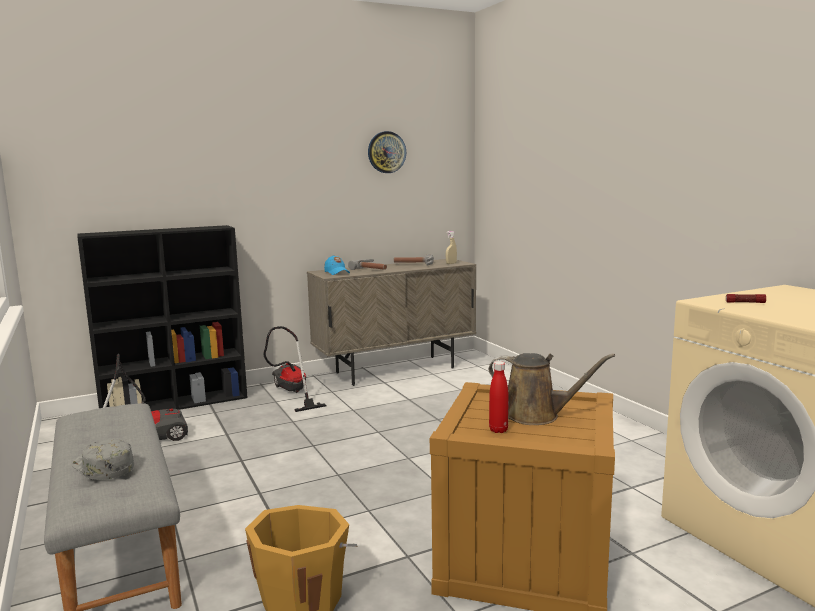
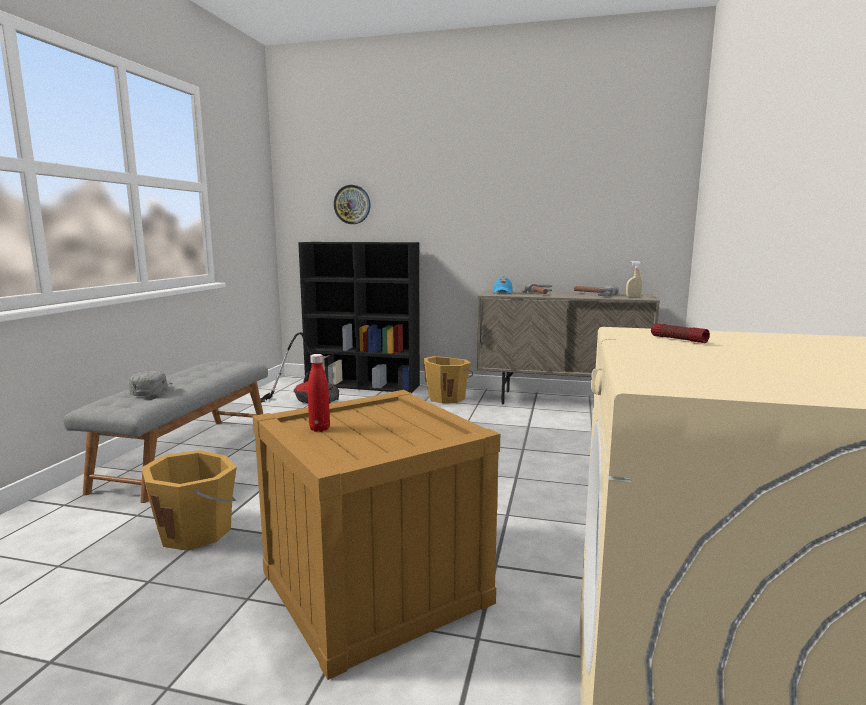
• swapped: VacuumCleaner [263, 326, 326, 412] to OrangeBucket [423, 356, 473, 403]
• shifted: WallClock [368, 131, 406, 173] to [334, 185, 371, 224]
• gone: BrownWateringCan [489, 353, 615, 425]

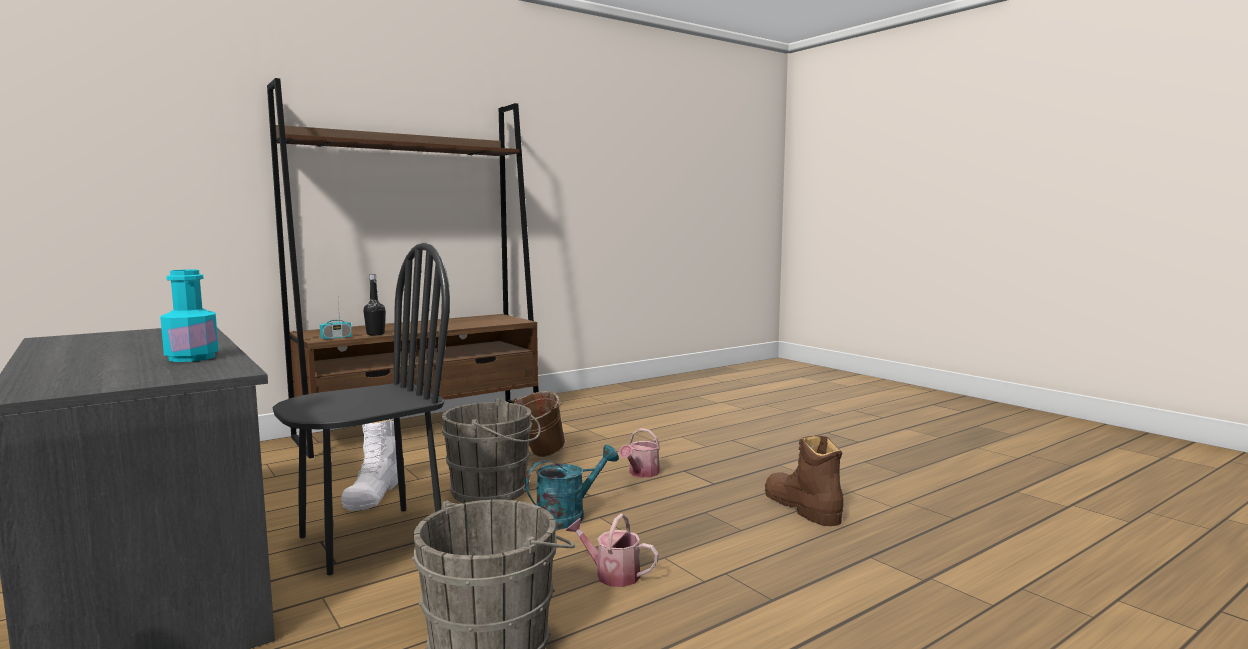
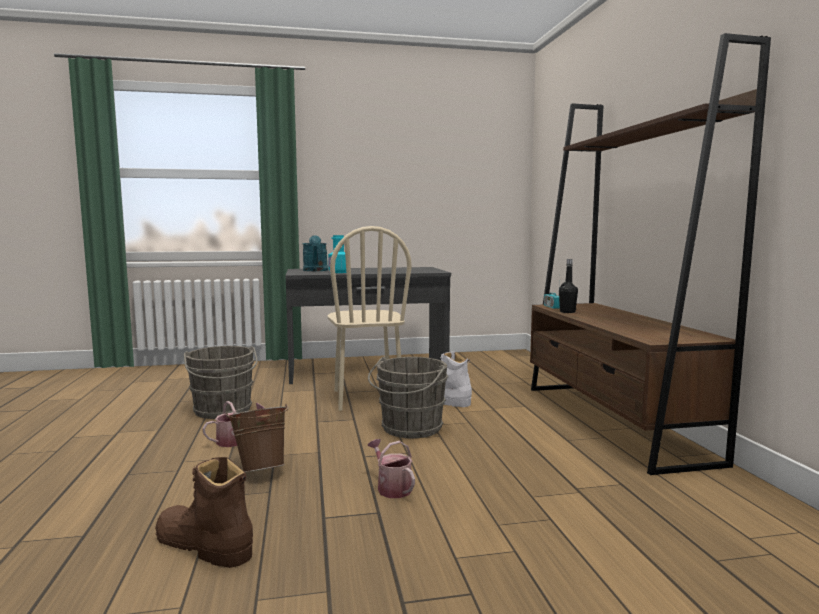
• repainted: BlackChair [272, 243, 450, 575] to BeigeChair [328, 226, 412, 411]
• shifted: BrownBucket [513, 391, 565, 457] to [226, 404, 289, 473]
• shifted: TurquoiseWateringCan [525, 445, 619, 529] to [302, 235, 328, 271]
• rotated: BrownBoot [765, 435, 844, 526] = [155, 457, 253, 568] 150 degrees counterclockwise

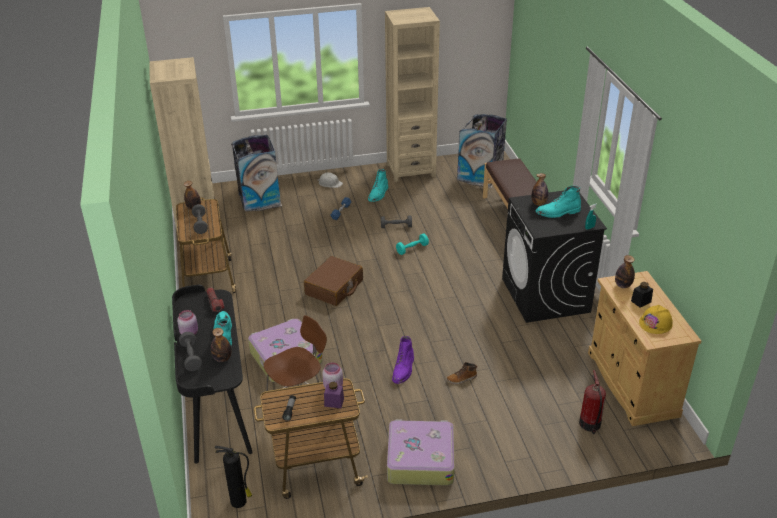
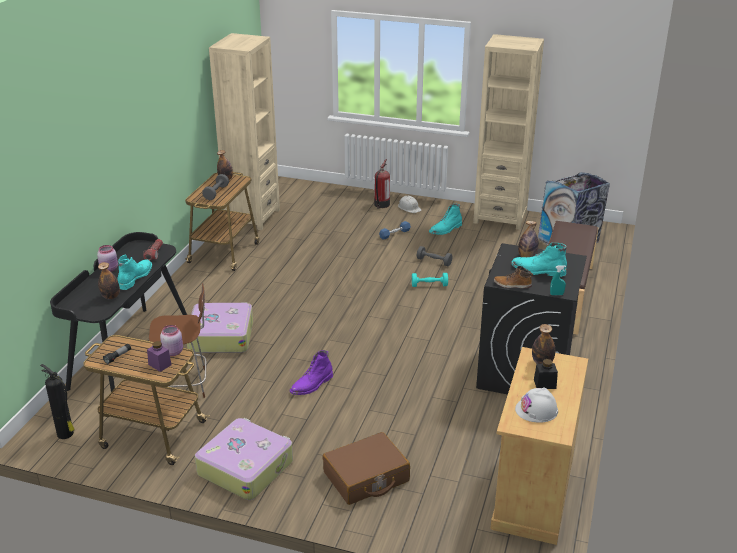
• gone: GreyDumbbell [179, 332, 202, 371]
• gone: TrashCan [231, 135, 282, 212]
• shifted: BrownSuitcase [304, 256, 363, 306] to [323, 432, 410, 505]
• shifted: Boot [447, 362, 477, 384] to [494, 266, 533, 288]
• shifted: FireExtinguisher [579, 370, 606, 434] to [374, 159, 390, 209]
• repainted: YellowHardHat [639, 305, 673, 334] to WhiteHardHat [515, 388, 558, 423]

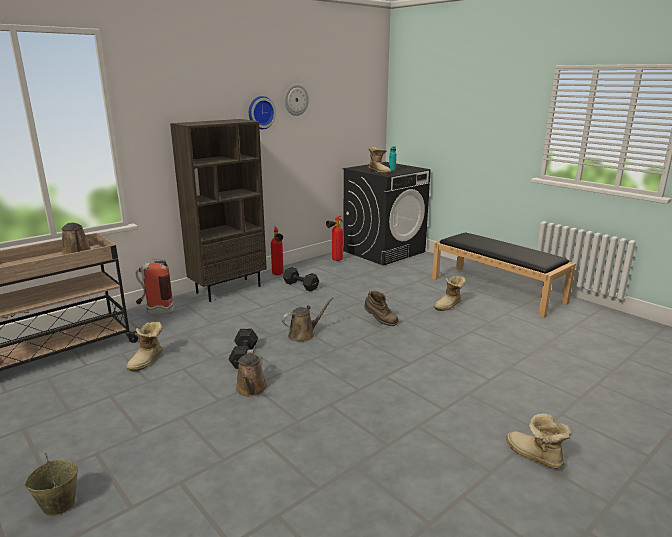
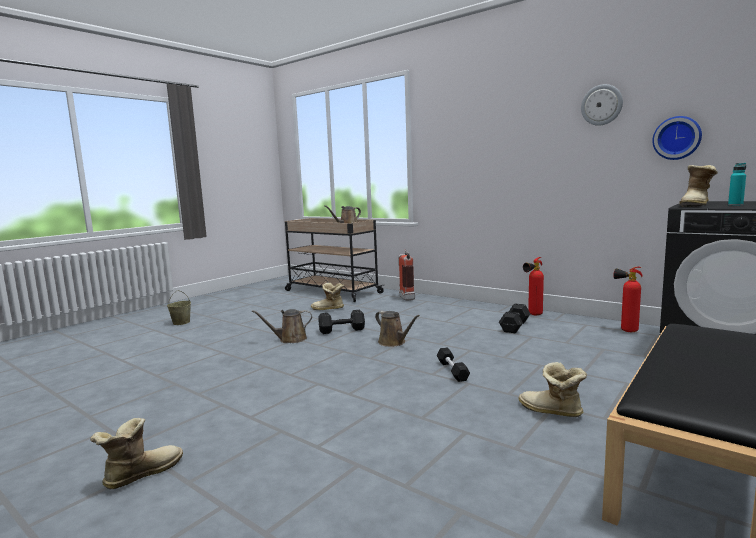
• gone: BrownBookcase [170, 119, 267, 302]
• shifted: WallClock [249, 96, 276, 129] to [652, 116, 702, 160]
• swapped: BrownBoot [364, 291, 399, 326] to BlackDumbbell [437, 348, 470, 382]

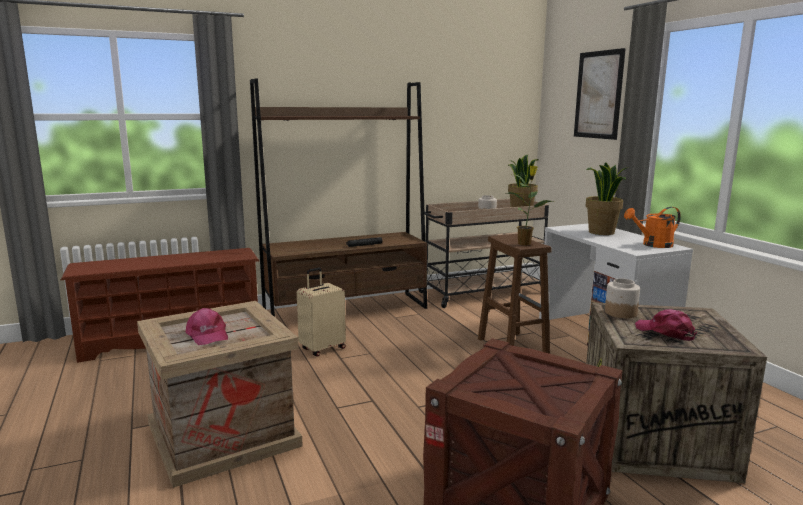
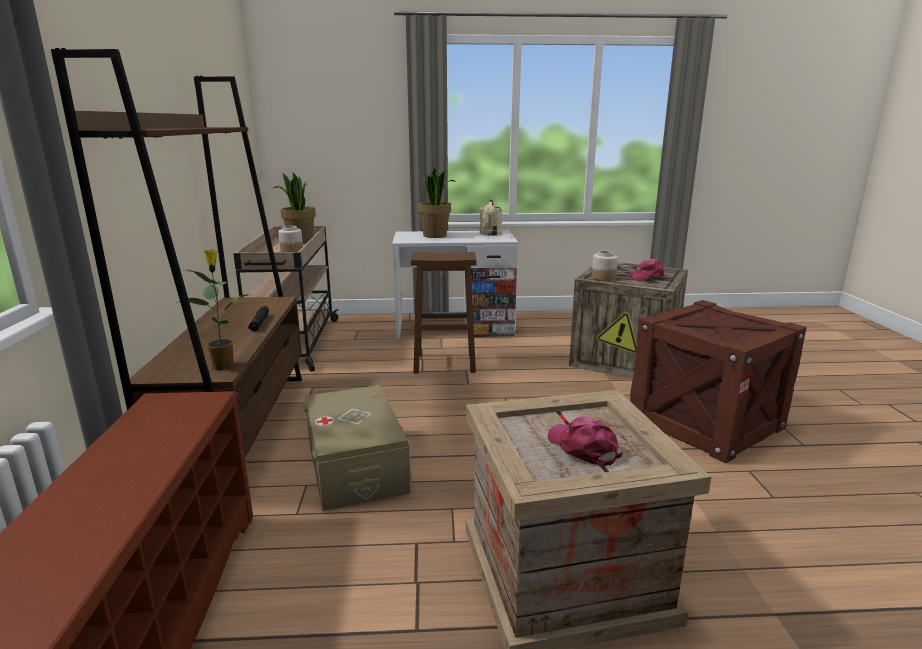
• rotated: PinkCap [185, 308, 228, 345] = [547, 417, 623, 466] 105 degrees counterclockwise
• swapped: BeigeSuitcase [297, 268, 346, 356] to BeigeStorageBox [303, 385, 411, 511]
• shifted: PottedPlant [506, 165, 553, 245] to [176, 250, 252, 370]
• gone: Picture [574, 48, 626, 140]
• repainted: OrangeWateringCan [624, 207, 681, 248] to BeigeWateringCan [480, 200, 502, 236]

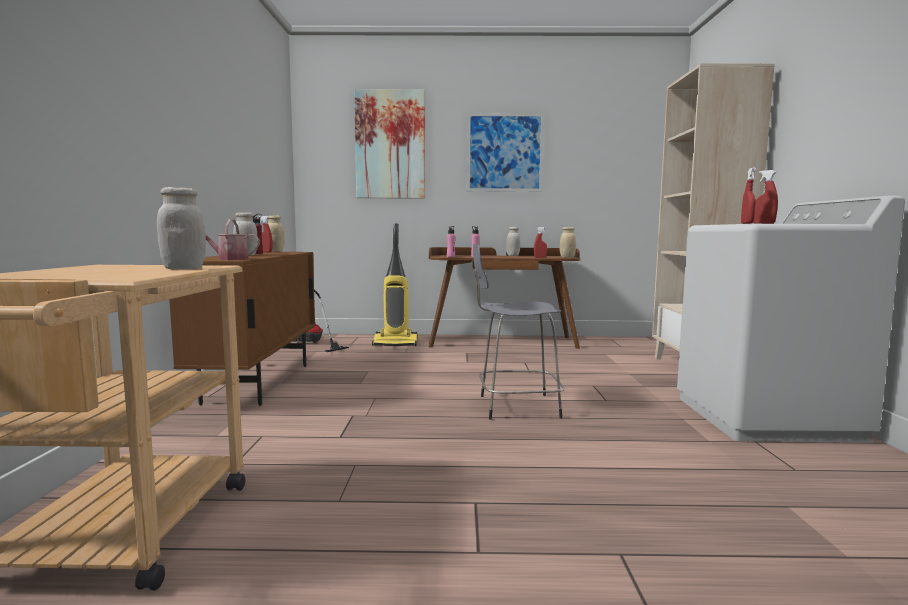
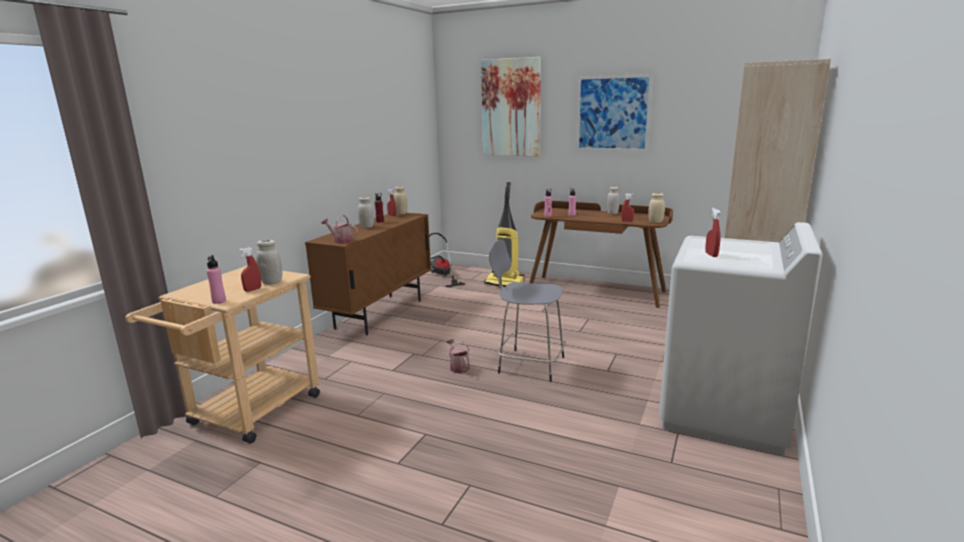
• shifted: RedSprayBottle [741, 167, 756, 224] to [239, 247, 261, 292]
• new: PinkBottle [206, 255, 226, 304]
• new: WateringCan [446, 339, 470, 373]

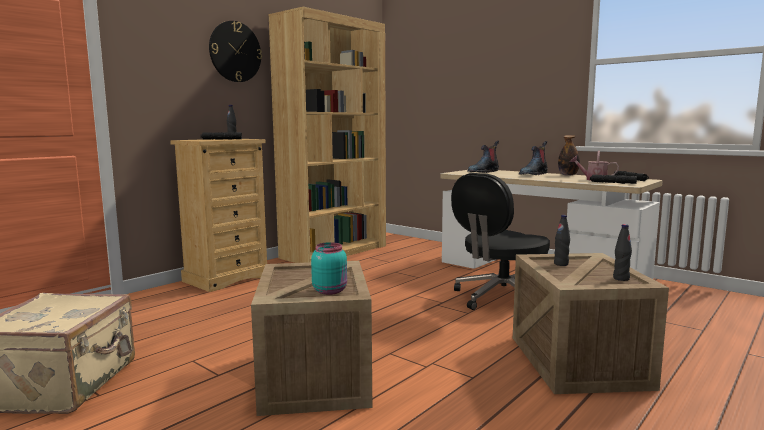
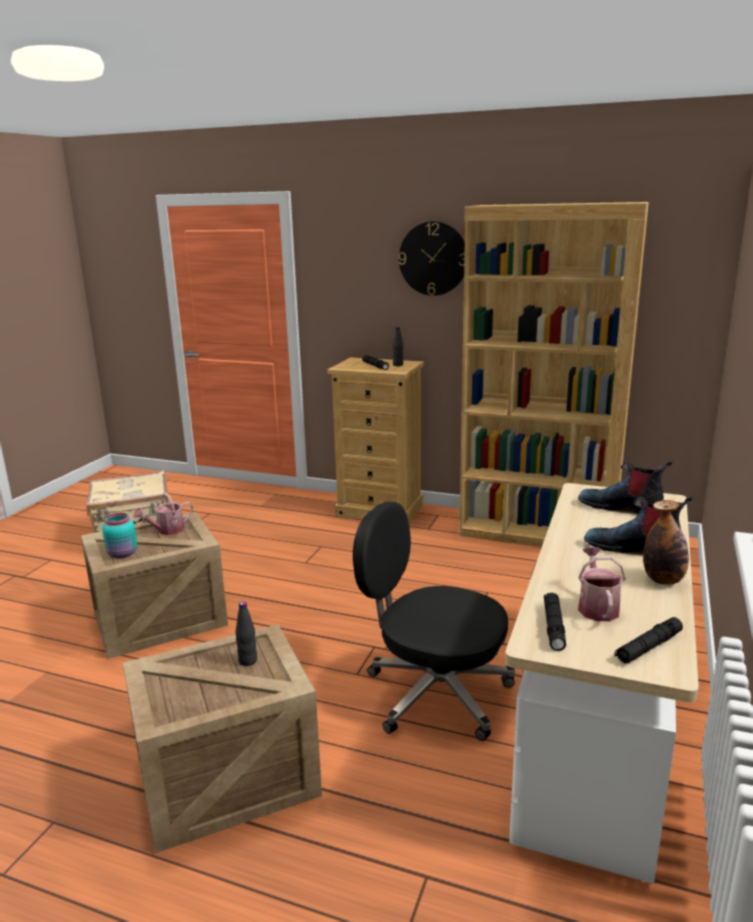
• gone: BlackBottle [613, 224, 632, 281]
• new: WateringCan [133, 493, 193, 535]

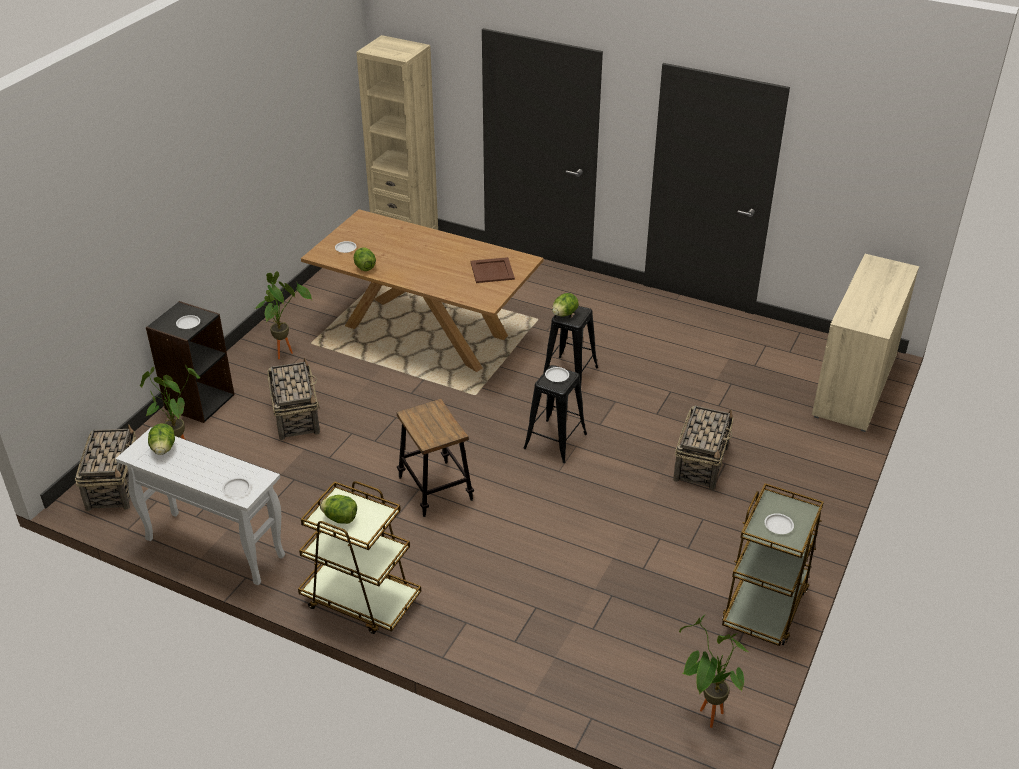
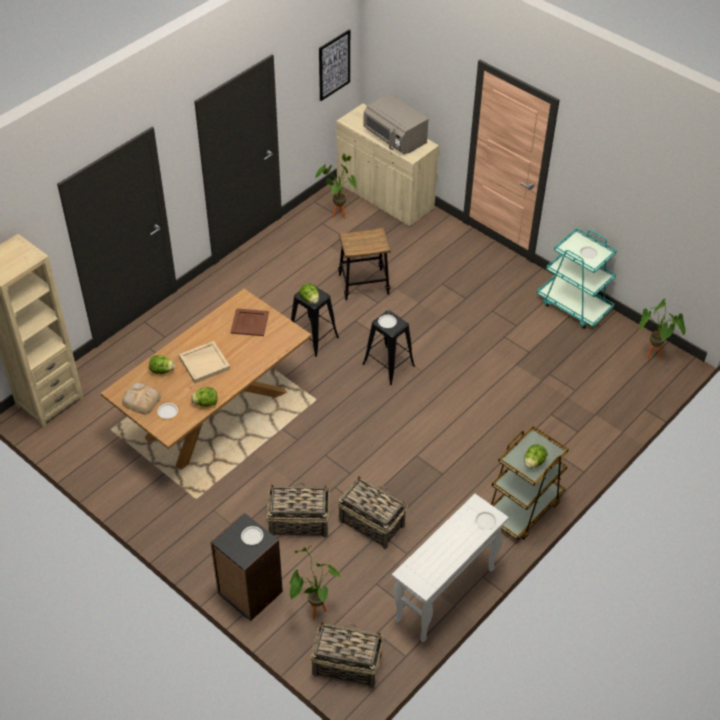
• shifted: Lettuce [148, 423, 175, 455] to [149, 355, 175, 374]
• shifted: PottedPlant [255, 271, 312, 359] to [315, 154, 357, 219]
• shifted: Stool [397, 399, 474, 517] to [338, 228, 391, 301]
• shifted: Basket [673, 406, 733, 490] to [338, 476, 407, 549]
• repainted: BrownCart [722, 483, 824, 646] to TurquoiseCart [537, 228, 617, 329]
• new: Bread [122, 383, 161, 414]
• new: BeigeTray [179, 341, 230, 383]
• new: Picture [319, 30, 350, 101]
• new: GreyMicrowave [363, 93, 428, 155]

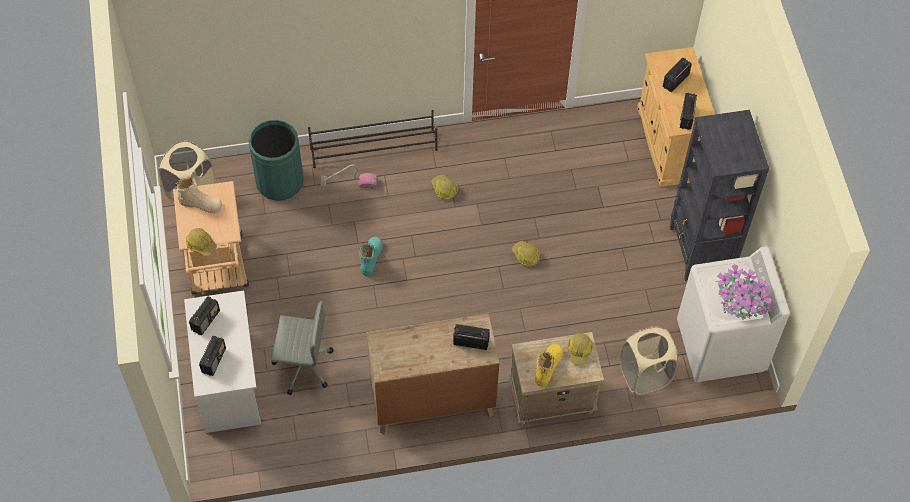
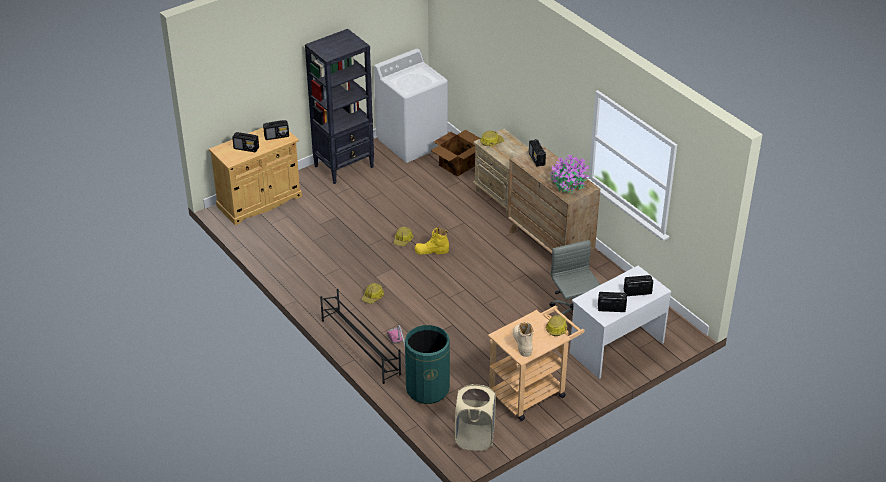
• gone: TurquoiseBoot [359, 237, 383, 276]
• shifted: YellowBoot [535, 344, 563, 387] to [415, 227, 449, 255]
• swapped: BeigeLaundryBasket [620, 326, 678, 395] to CardboardBox [431, 130, 481, 177]
• shifted: PottedPlant [716, 264, 772, 320] to [550, 153, 589, 193]

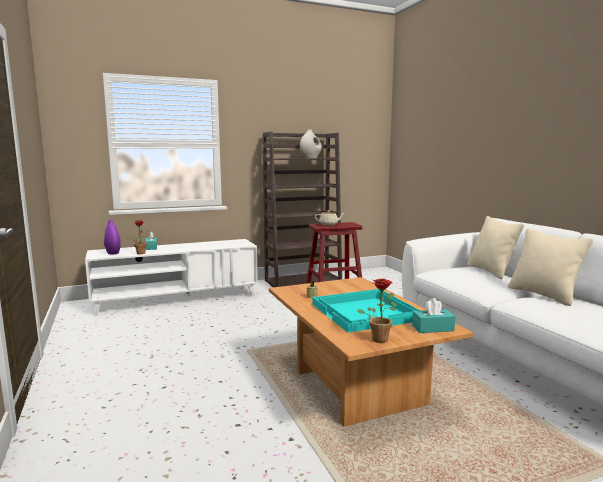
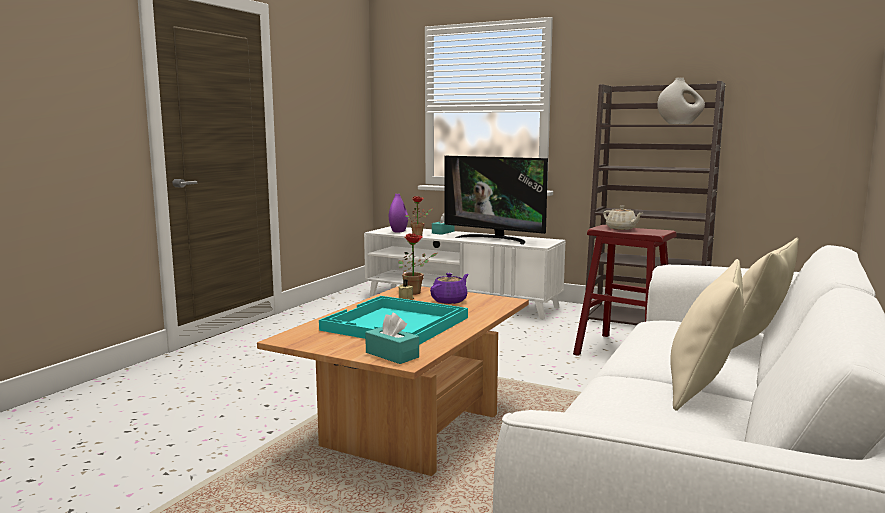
• shifted: PottedPlant [357, 279, 397, 343] to [398, 233, 437, 295]
• new: PurpleTeapot [430, 273, 469, 304]
• new: Television [445, 156, 548, 245]

